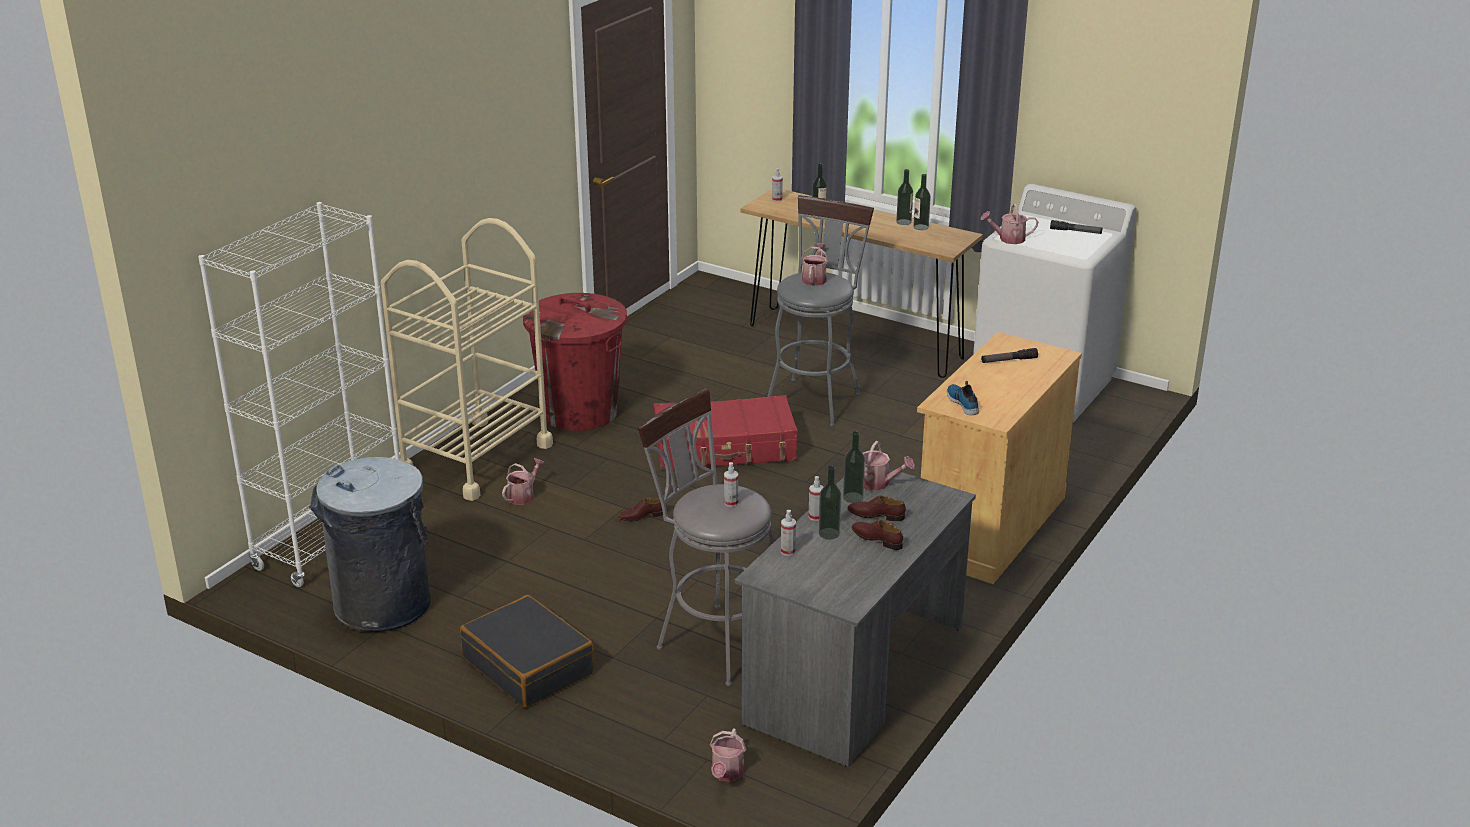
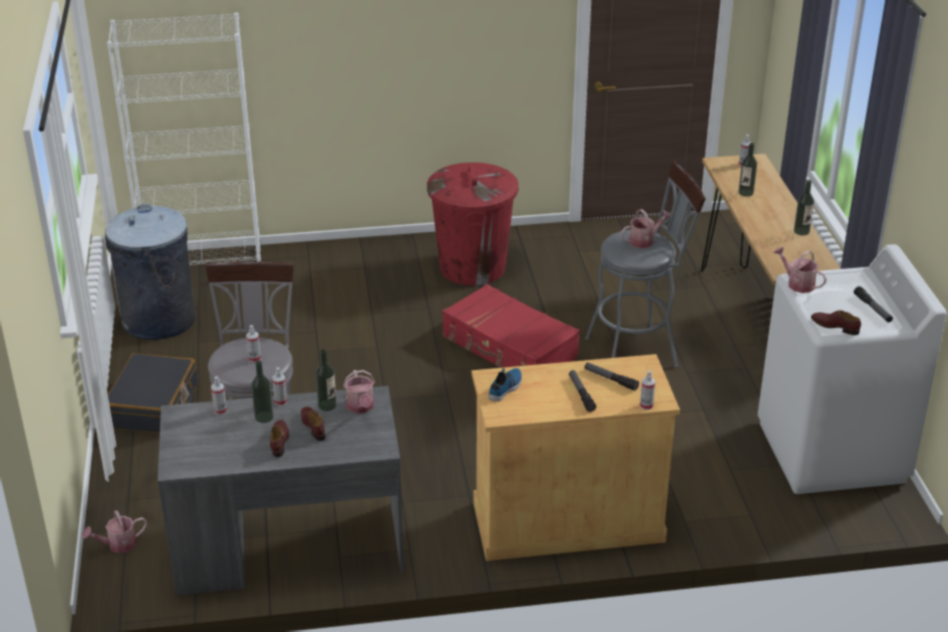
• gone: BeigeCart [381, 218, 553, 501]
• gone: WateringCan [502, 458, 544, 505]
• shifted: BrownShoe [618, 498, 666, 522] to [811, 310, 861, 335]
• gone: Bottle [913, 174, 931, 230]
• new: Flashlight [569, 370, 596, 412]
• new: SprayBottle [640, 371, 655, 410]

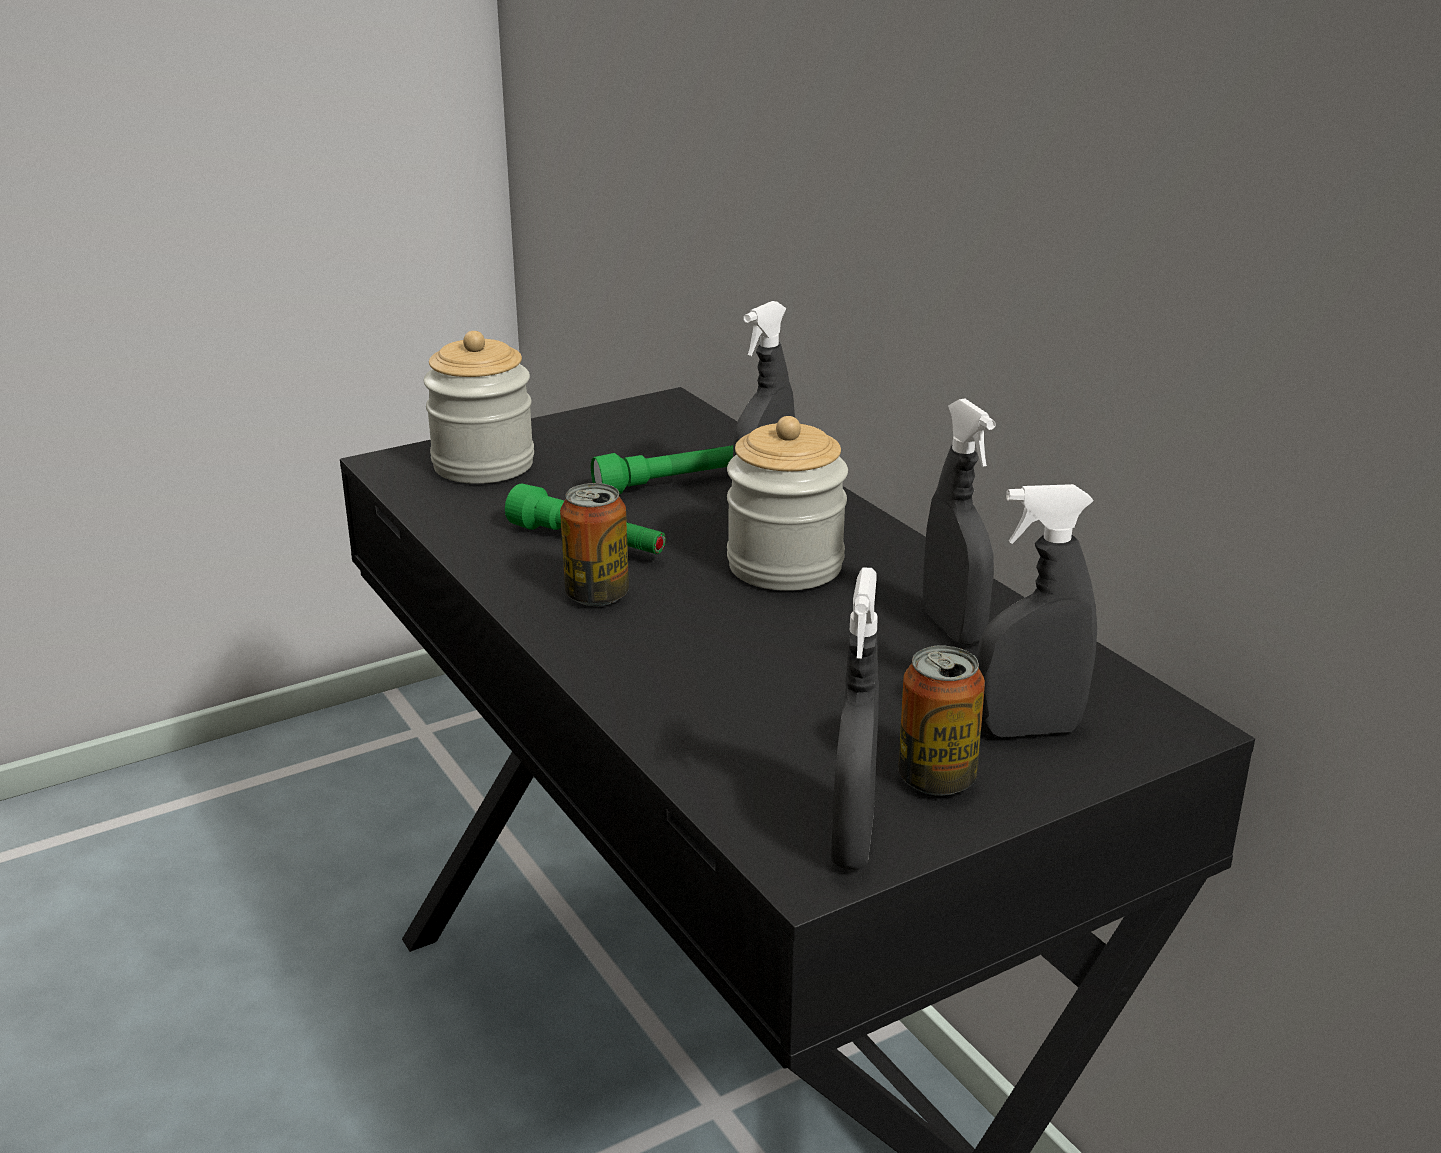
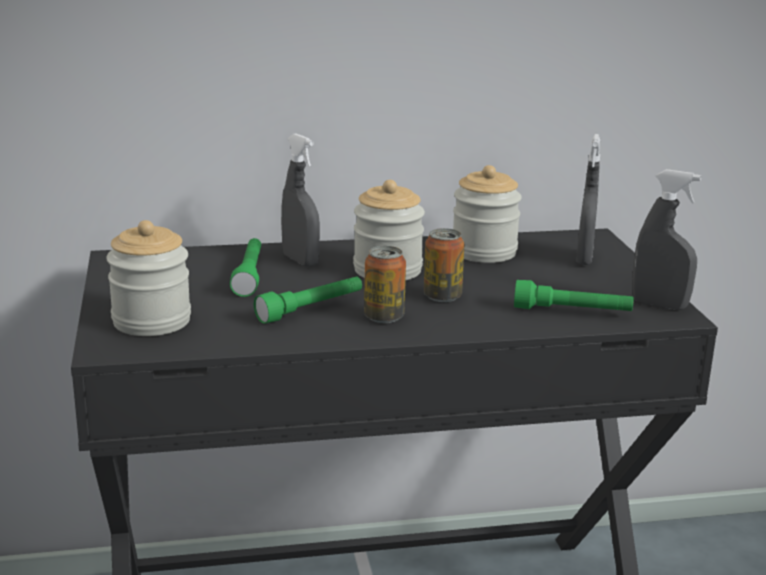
• shifted: Can [898, 645, 985, 796] to [424, 228, 464, 302]
• swapped: GreySprayBottle [923, 399, 996, 645] to Jar [453, 165, 522, 263]
• new: GreenFlashlight [514, 280, 634, 311]

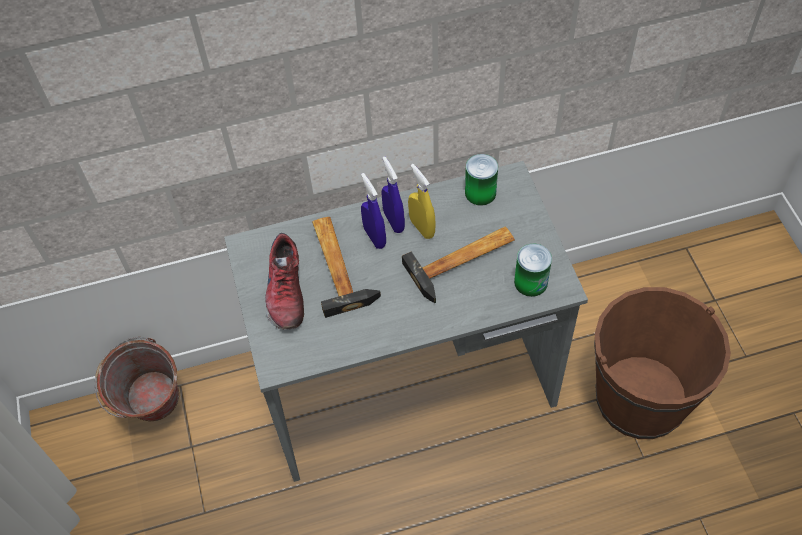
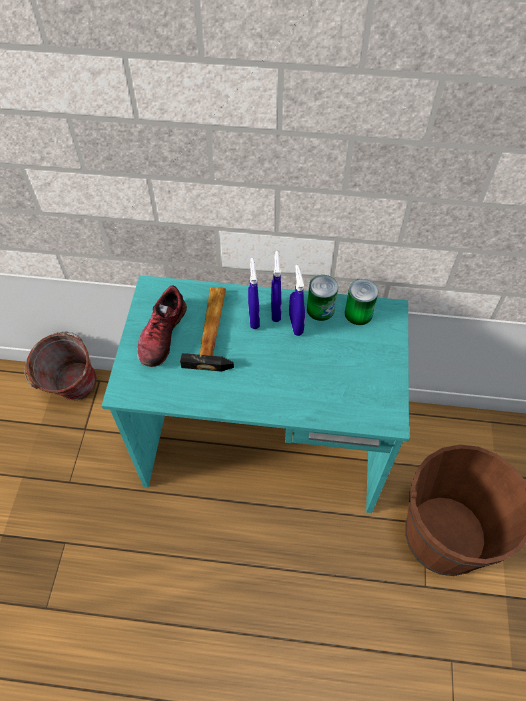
• repainted: GreyDesk [224, 161, 588, 482] to TurquoiseDesk [101, 275, 409, 513]
• gone: Hammer [402, 227, 515, 303]
• repainted: YellowSprayBottle [408, 164, 436, 239] to BlueSprayBottle [289, 265, 305, 336]
• shifted: Can [514, 243, 552, 297] to [307, 275, 338, 321]

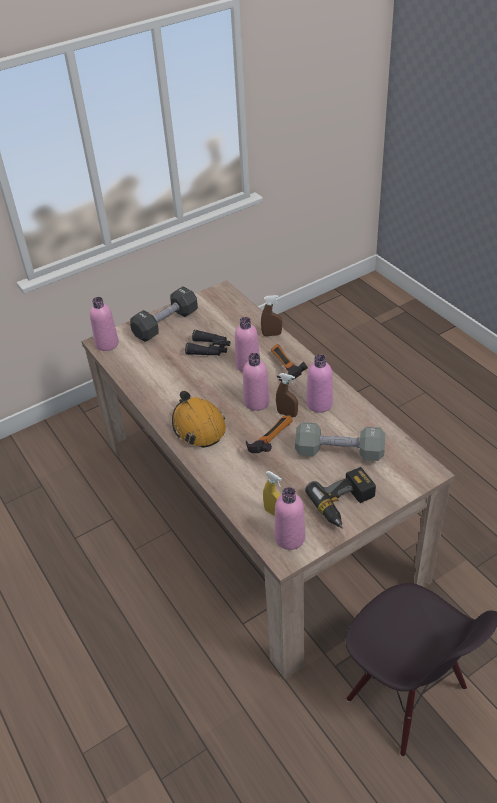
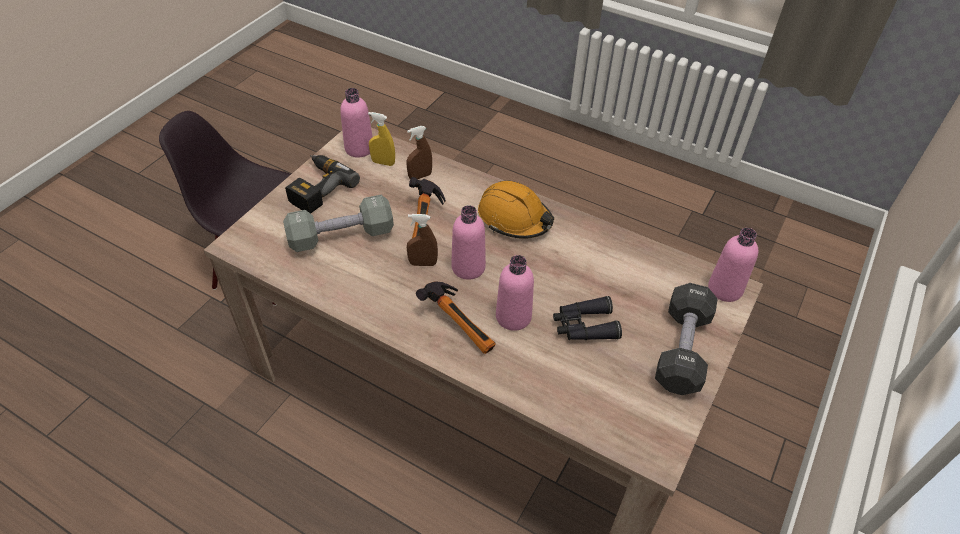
• shifted: BrownSprayBottle [261, 295, 282, 336] to [407, 126, 432, 179]
• gone: PinkBottle [306, 354, 333, 413]

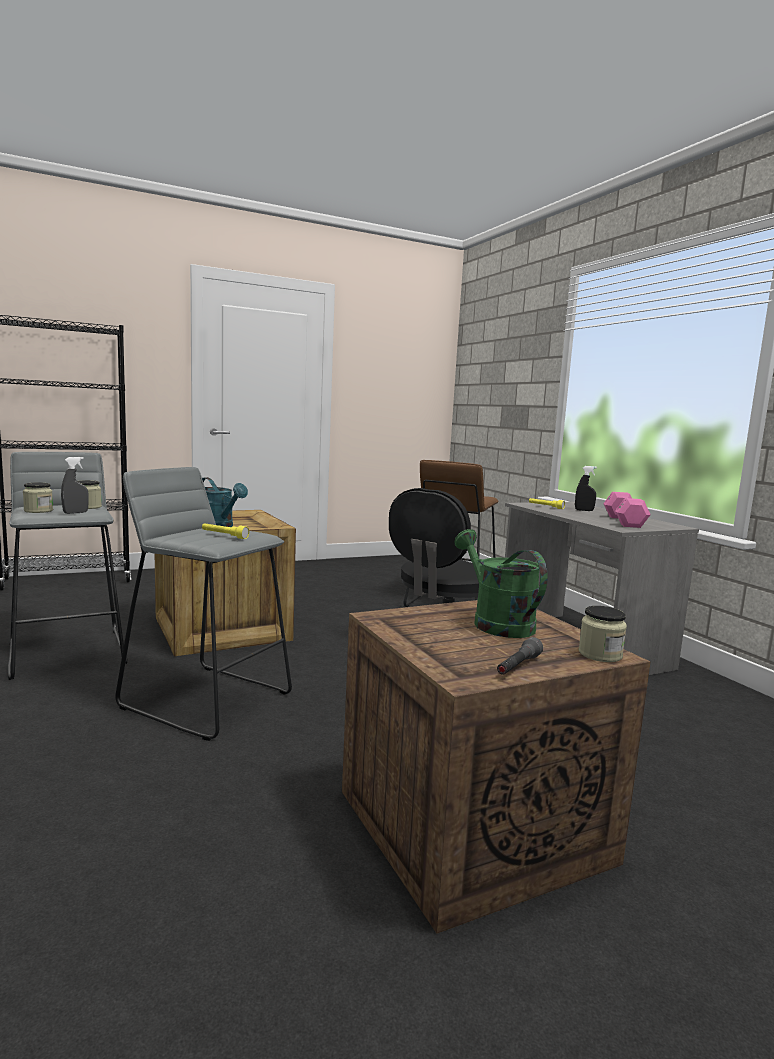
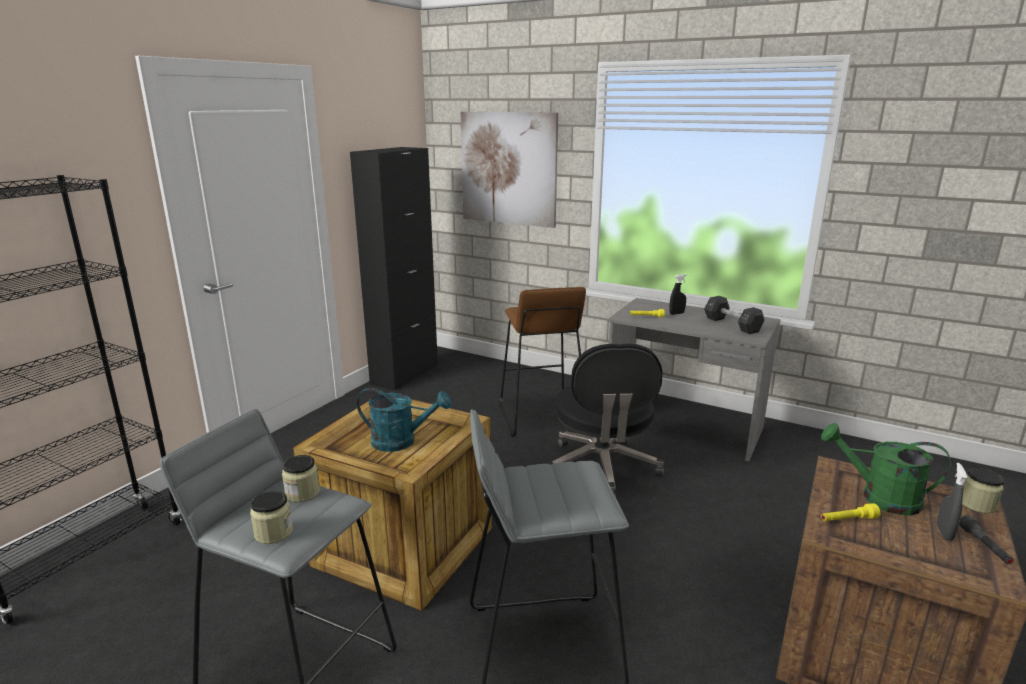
• shifted: GreySprayBottle [61, 457, 89, 514] to [937, 463, 967, 541]
• shifted: YellowFlashlight [202, 523, 249, 539] to [821, 503, 880, 521]
• repainted: PinkDumbbell [603, 492, 651, 528] to BlackDumbbell [704, 296, 765, 334]
• new: BlackCabinet [350, 147, 438, 391]
• new: Picture [460, 112, 558, 228]

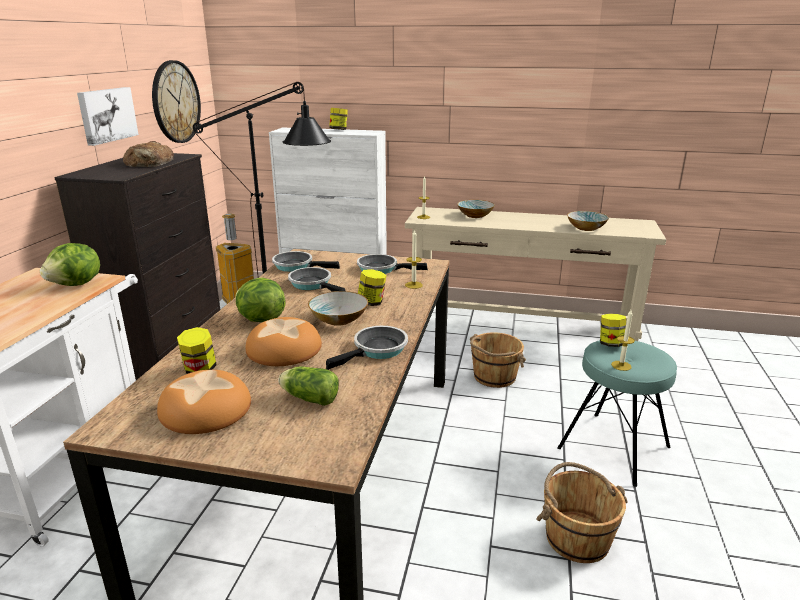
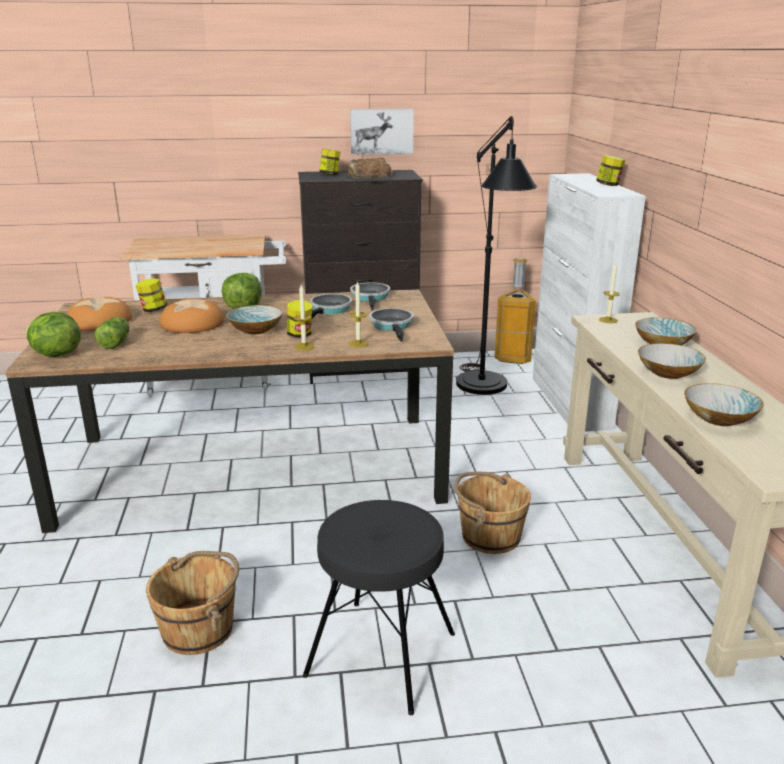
• shifted: Lettuce [40, 243, 100, 286] to [25, 312, 81, 357]
• gone: WallClock [152, 60, 201, 143]
• gone: FryingPan [326, 326, 408, 370]
• repainted: TurquoiseStool [557, 340, 677, 487] to BlackStool [303, 500, 455, 715]
• shifted: Jar [600, 314, 626, 347] to [319, 149, 340, 175]
• shifted: Candle [611, 310, 635, 371] to [294, 285, 314, 351]
• new: Bowl [638, 343, 706, 379]

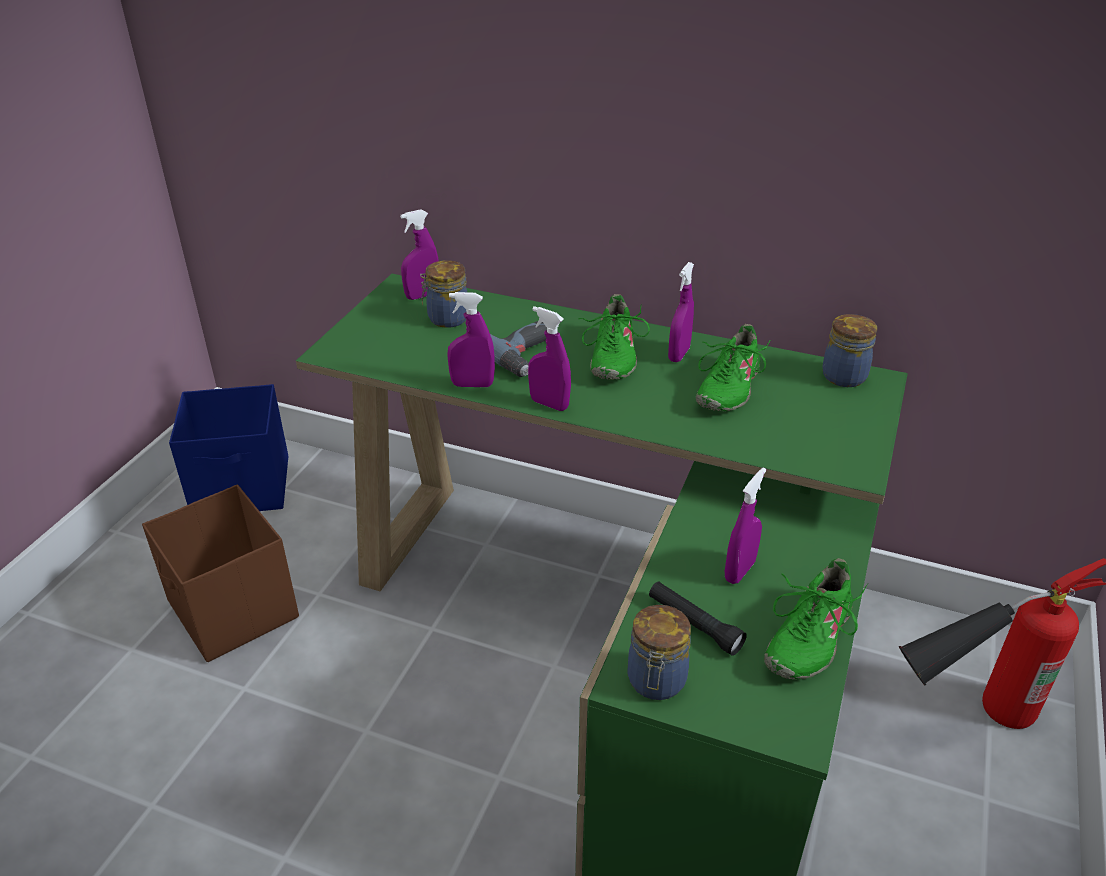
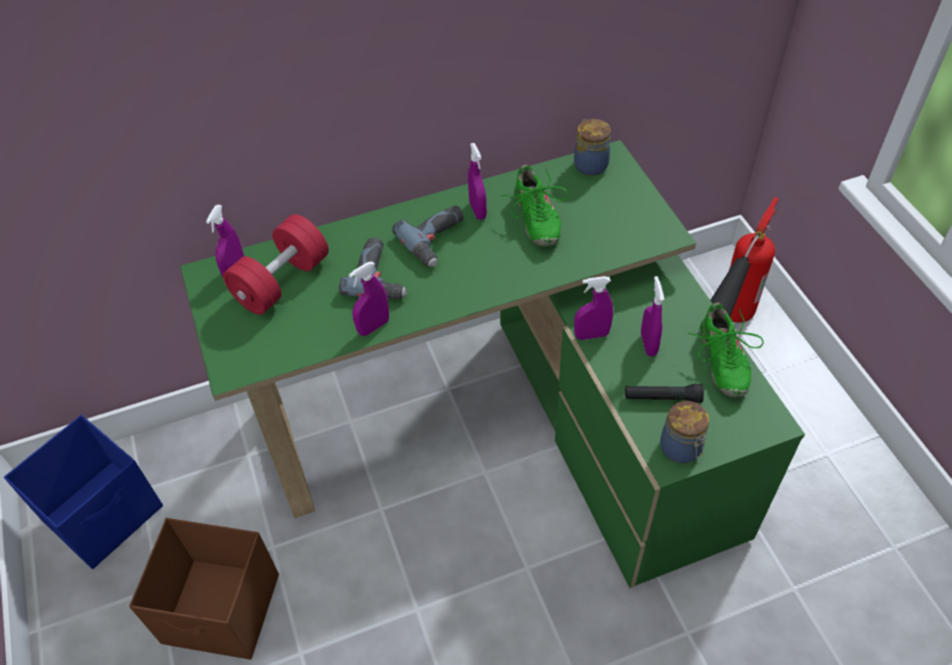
• swapped: Jar [420, 260, 467, 328] to RedDumbbell [223, 214, 329, 315]
• shifted: PurpleSprayBottle [528, 306, 571, 411] to [574, 276, 613, 340]
• swapped: GreenShoe [578, 294, 650, 380] to PowerDrill [392, 205, 464, 267]

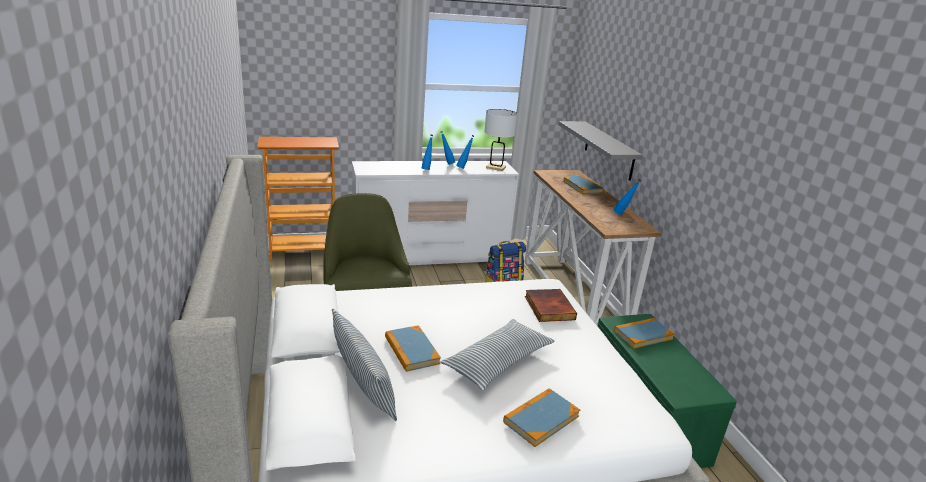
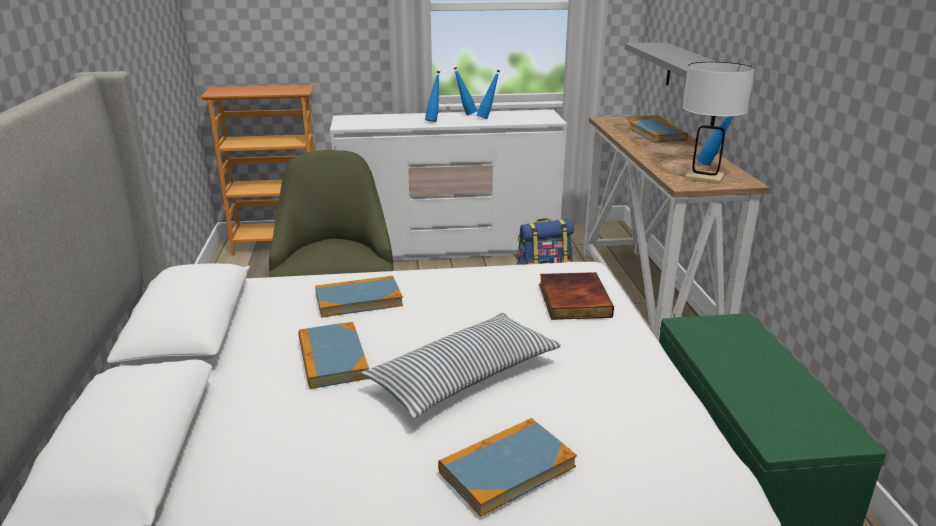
• gone: Pillow [332, 308, 397, 421]
• shifted: WhiteTableLamp [484, 109, 518, 171] to [683, 61, 755, 184]
• shifted: Book [614, 318, 675, 349] to [315, 276, 403, 317]

